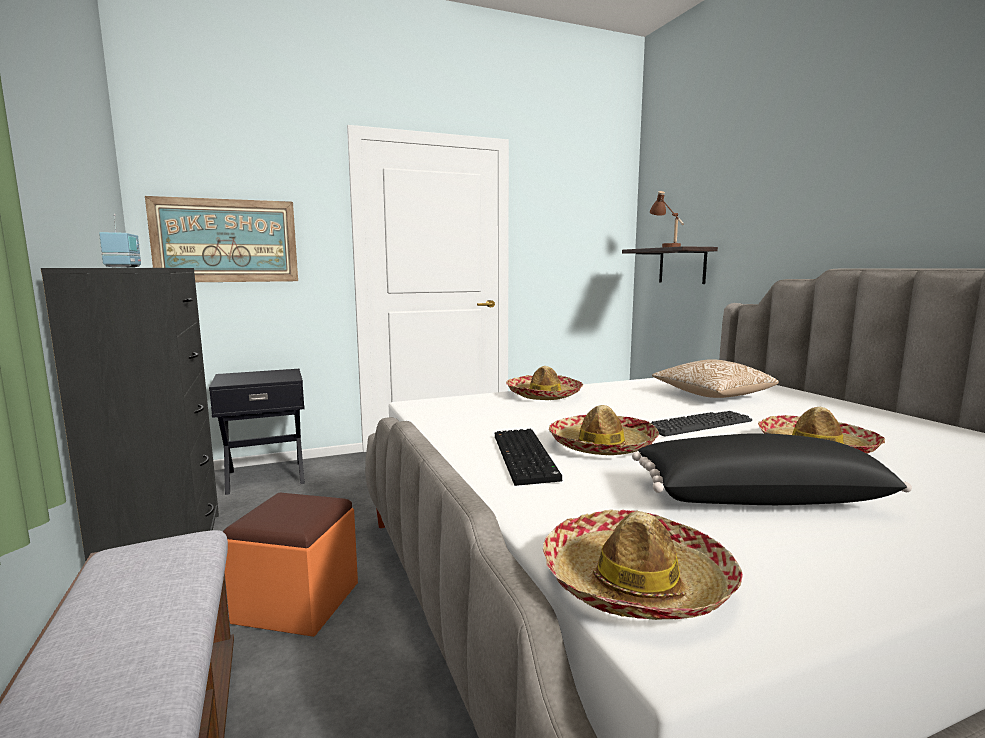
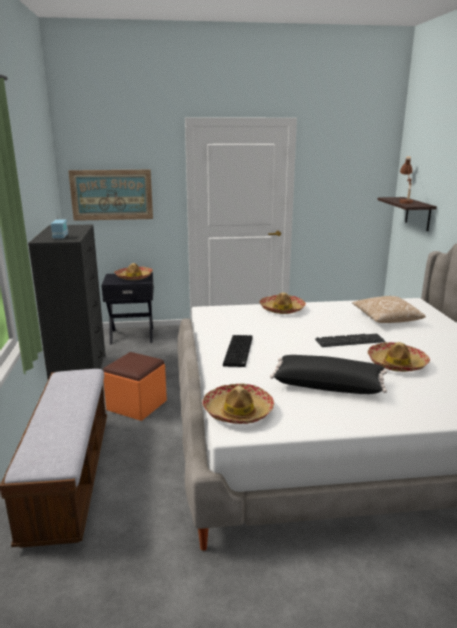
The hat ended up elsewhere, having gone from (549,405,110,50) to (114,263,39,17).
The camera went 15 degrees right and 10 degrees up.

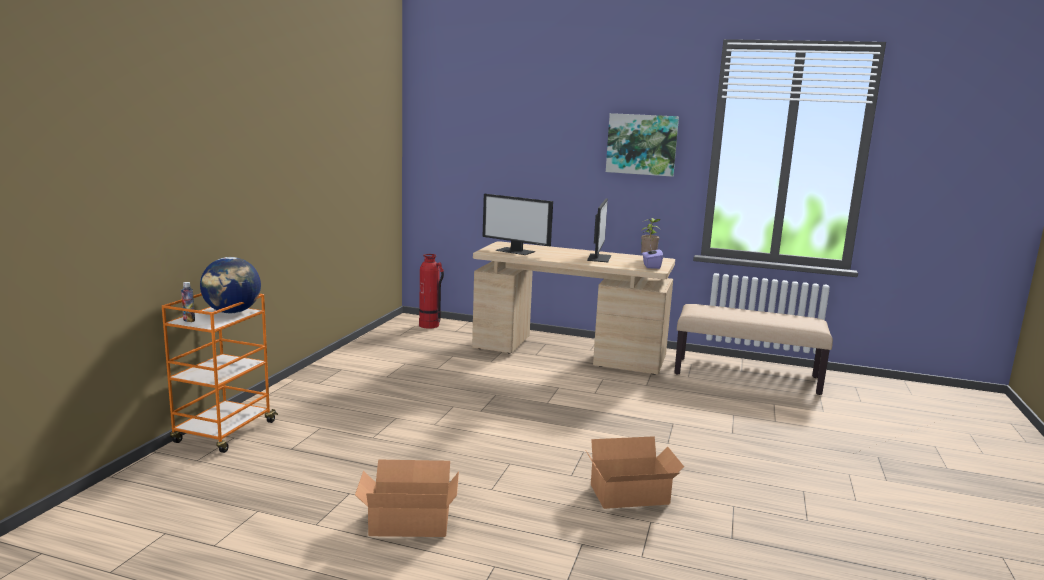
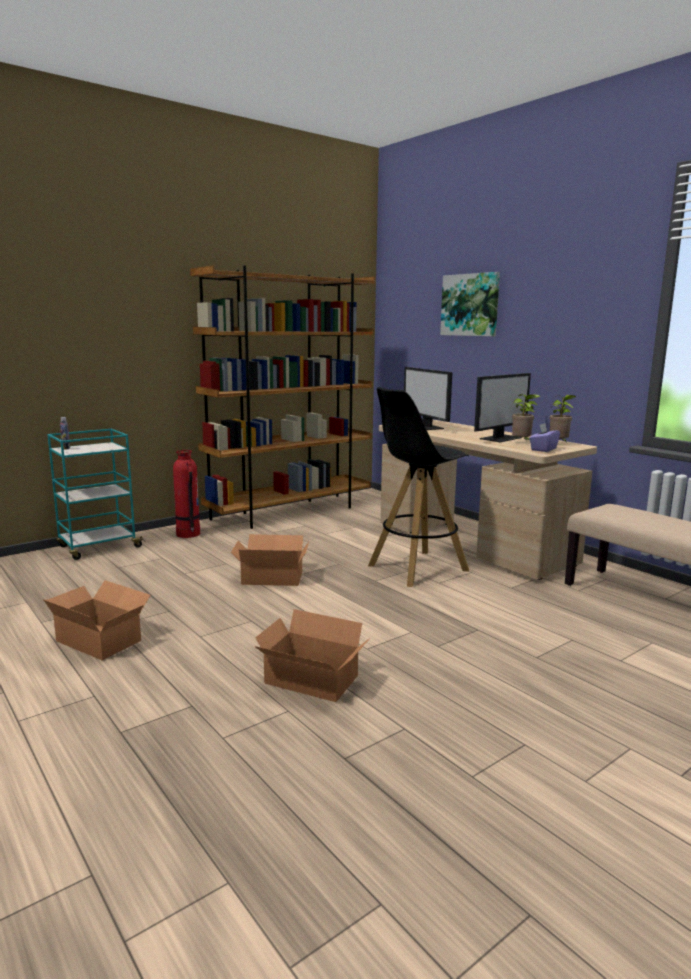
What was the orange cart at (162,293,116,160) turned into the turquoise cart at (47,429,98,131).
The second view lost the globe at (200,257,61,56).
The fire extinguisher ended up elsewhere, having gone from (419,254,25,75) to (173,450,27,88).
The picture ended up elsewhere, having gone from (606,113,73,64) to (440,272,60,64).
The second view gained the brown bookcase at (190,265,185,264).
The second view gained the cardboard box at (231,534,78,52).
The second view gained the black stool at (368,387,101,200).
The second view gained the potted plant at (512,394,28,46).
The camera went 35 degrees right and 0 degrees up.

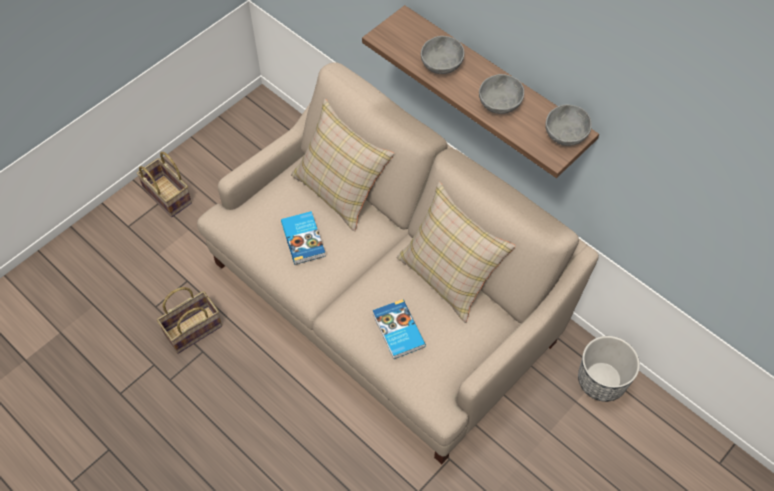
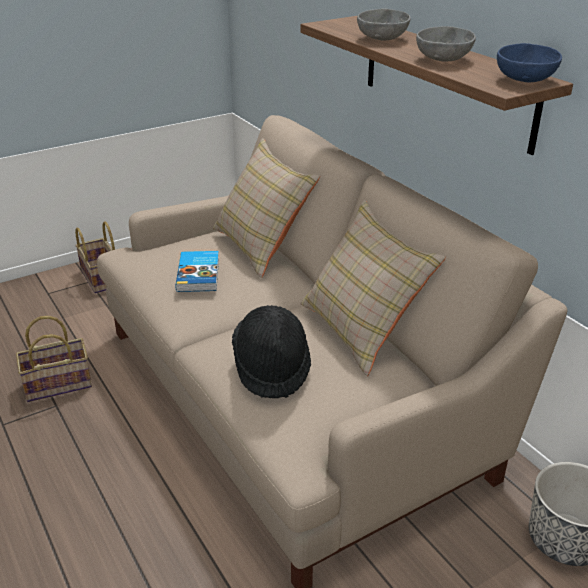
Where the book stood at (373,299,53,60), the black hat came to stand at (232,305,79,94).
What was the grey bowl at (545,104,47,42) turned into the blue bowl at (497,43,65,39).
The camera went 15 degrees right and 25 degrees down.

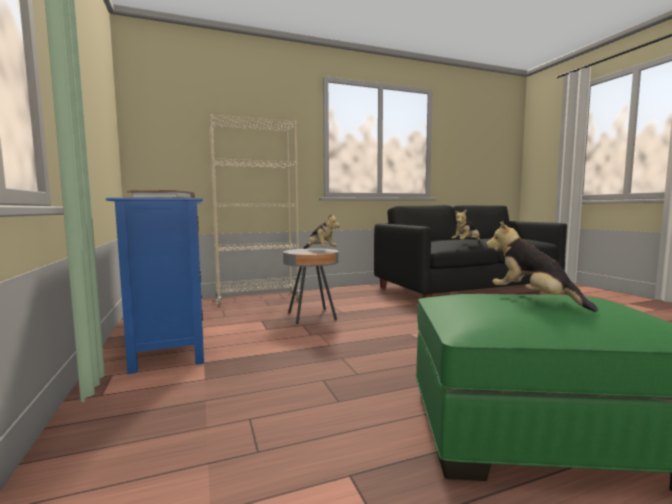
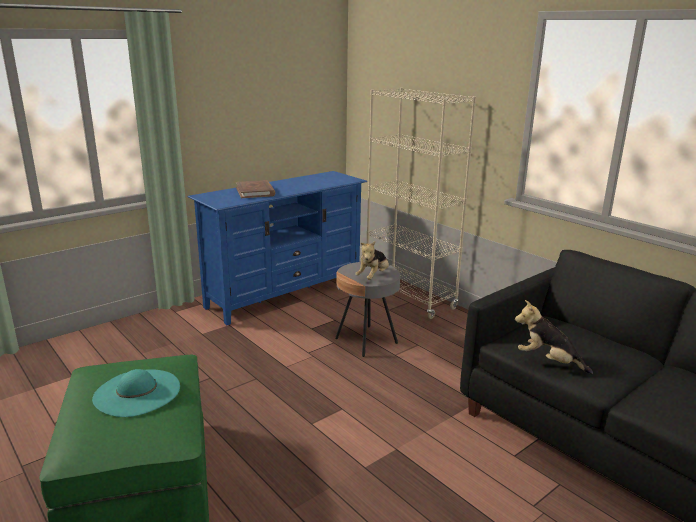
Where the plush toy stood at (486,221,112,91), the turquoise hat came to stand at (92,369,88,48).
The camera went 70 degrees right and 15 degrees up.

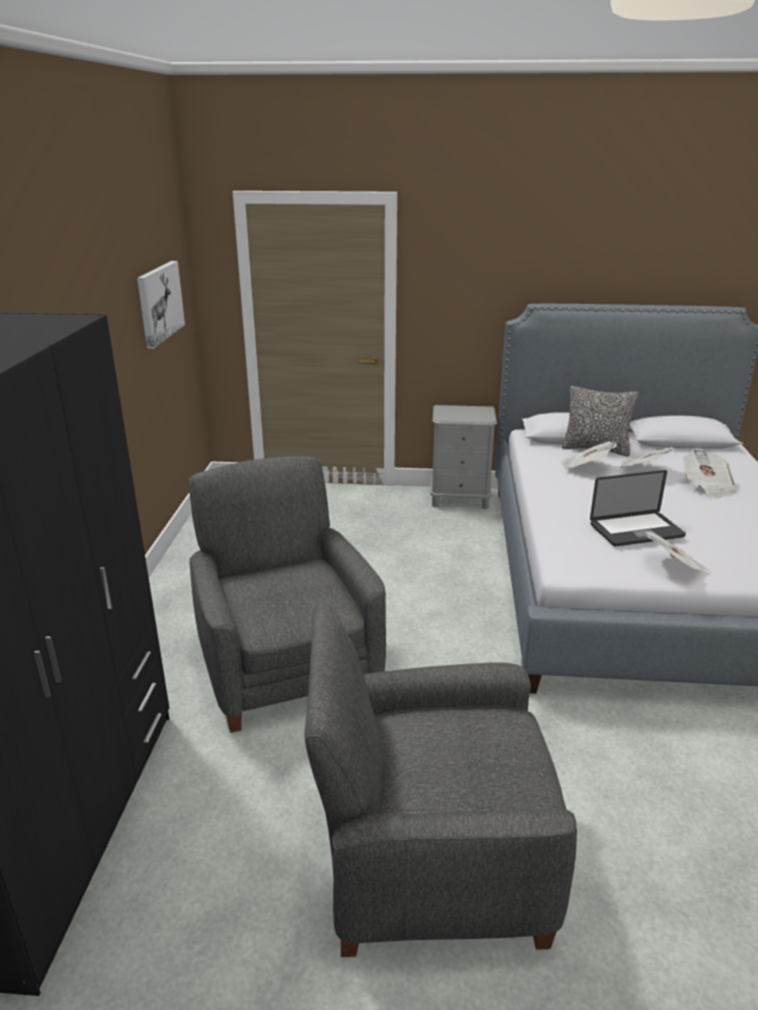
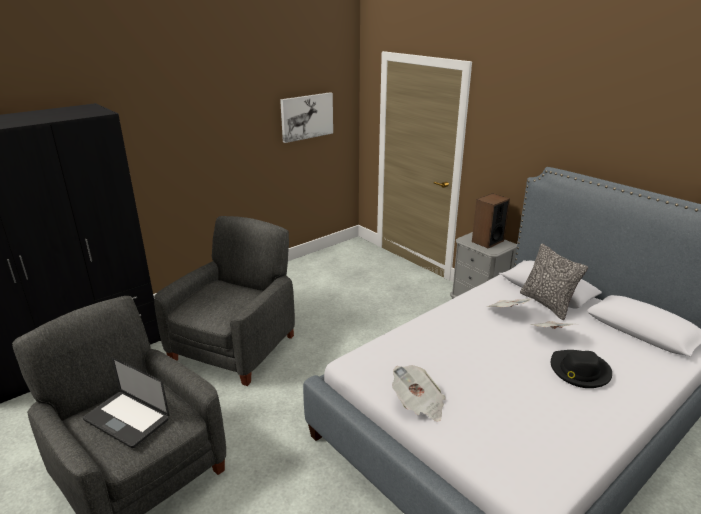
The laptop ended up elsewhere, having gone from (590,470,96,77) to (83,357,86,91).
Where the newspaper stood at (683,448,53,51), the black hat came to stand at (551,350,61,38).
The second view gained the speaker at (472,193,38,55).
The camera went 45 degrees right and 0 degrees up.

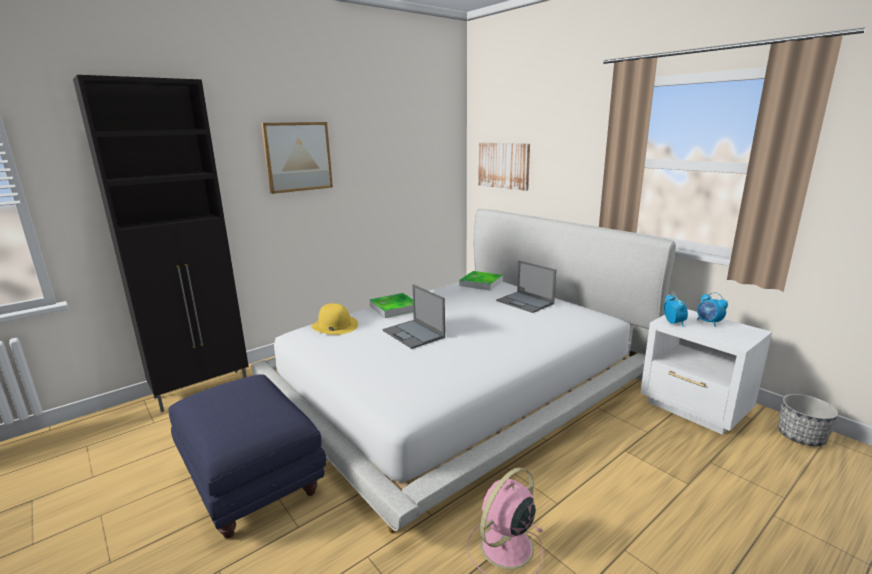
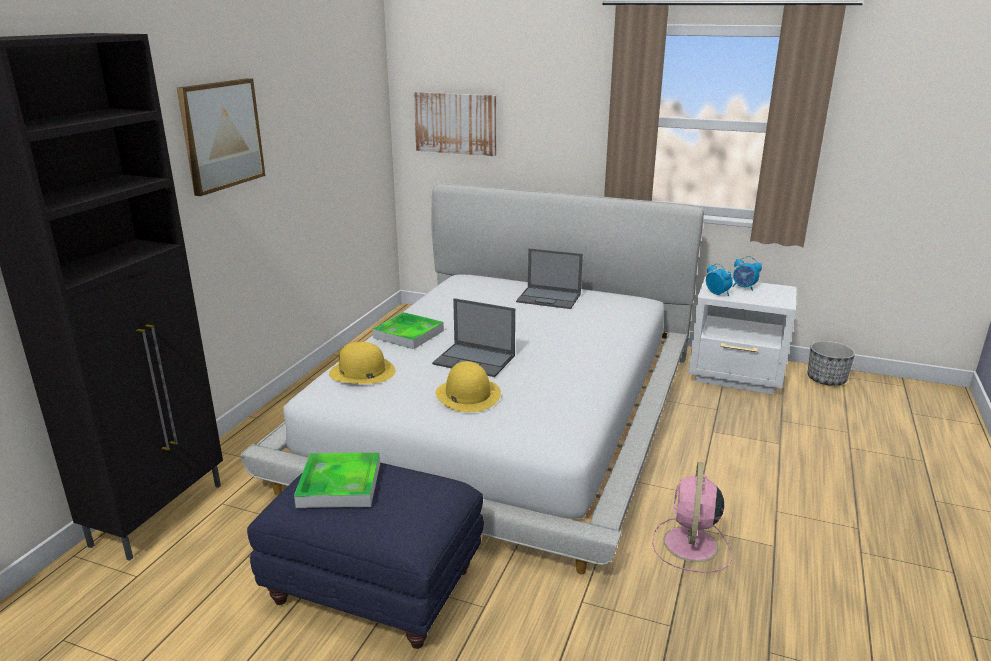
The tray ended up elsewhere, having gone from (460,271,43,20) to (294,453,86,55).
The second view gained the yellow hat at (436,361,65,51).
The camera went 30 degrees left and 5 degrees up.

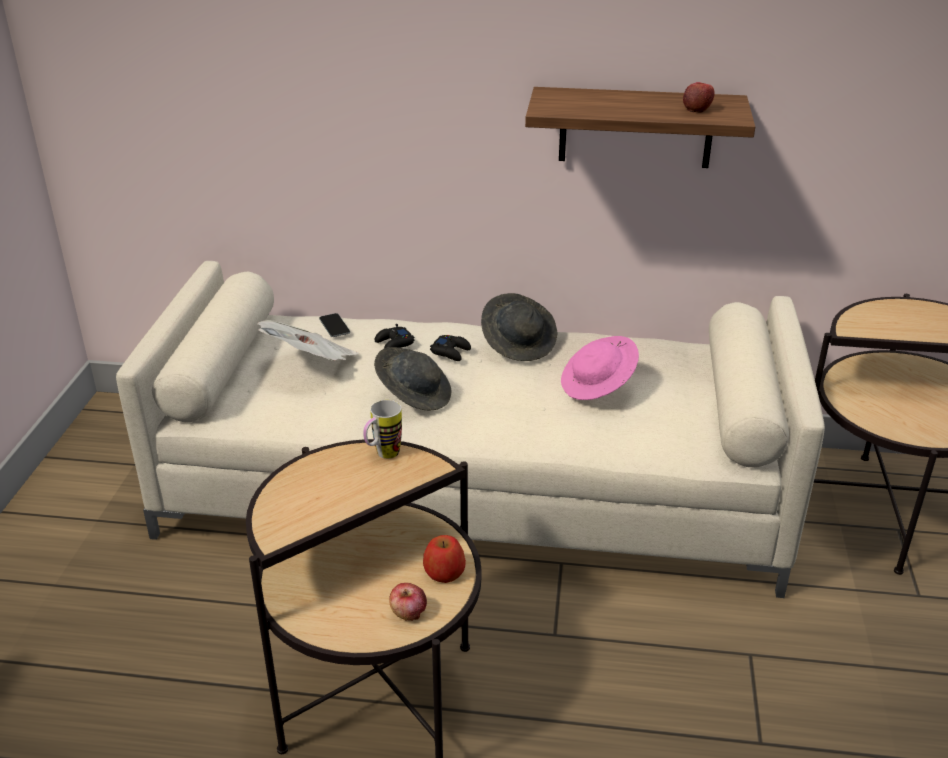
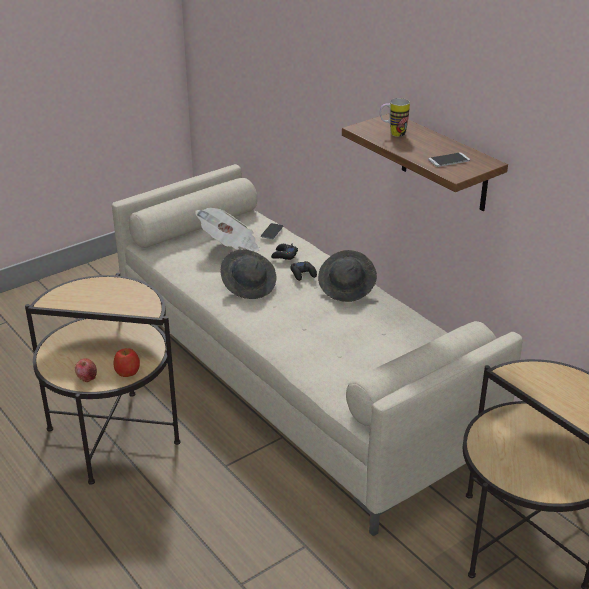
The mug ended up elsewhere, having gone from (363,400,39,59) to (380,98,30,39).
The second view lost the pink hat at (561,336,78,64).
Where the apple stood at (683,82,32,31), the phone came to stand at (428,153,42,14).
The camera went 45 degrees right and 0 degrees up.

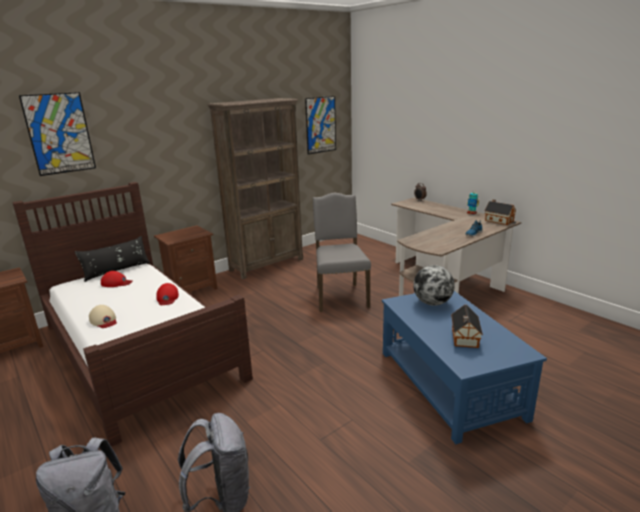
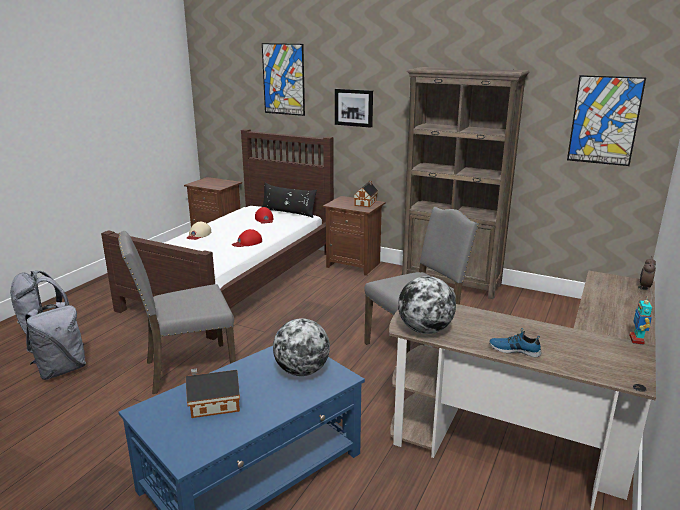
The toy house ended up elsewhere, having gone from (485,199,31,26) to (354,181,24,26).
The second view gained the grey chair at (118,231,118,163).
The second view gained the picture at (335,89,38,39).
The second view gained the globe at (398,276,58,58).
The camera went 65 degrees right and 0 degrees up.

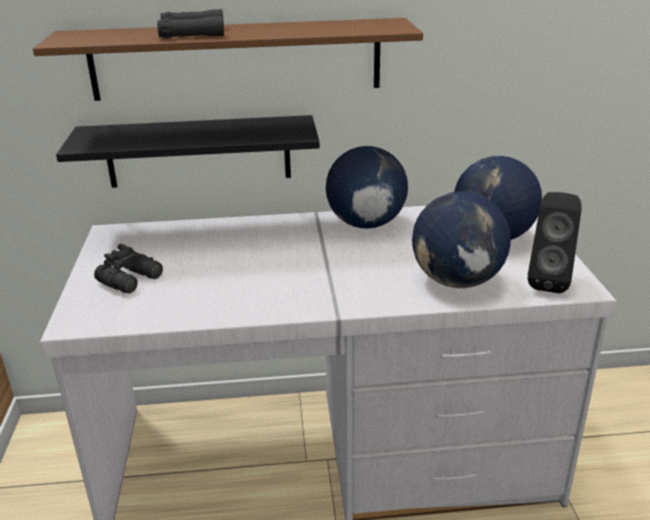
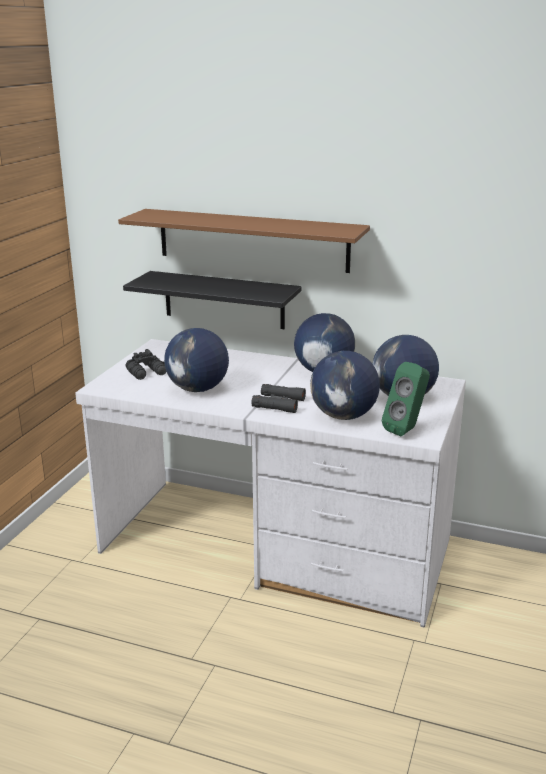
The black binoculars ended up elsewhere, having gone from (157,9,67,29) to (251,384,55,29).
What was the black speaker at (528,192,54,101) turned into the green speaker at (382,362,48,74).
The second view gained the globe at (164,328,65,64).
The camera went 25 degrees right and 5 degrees down.

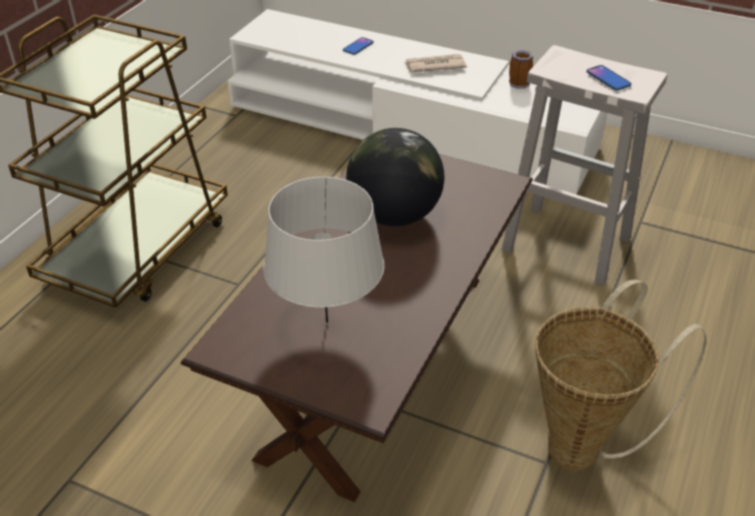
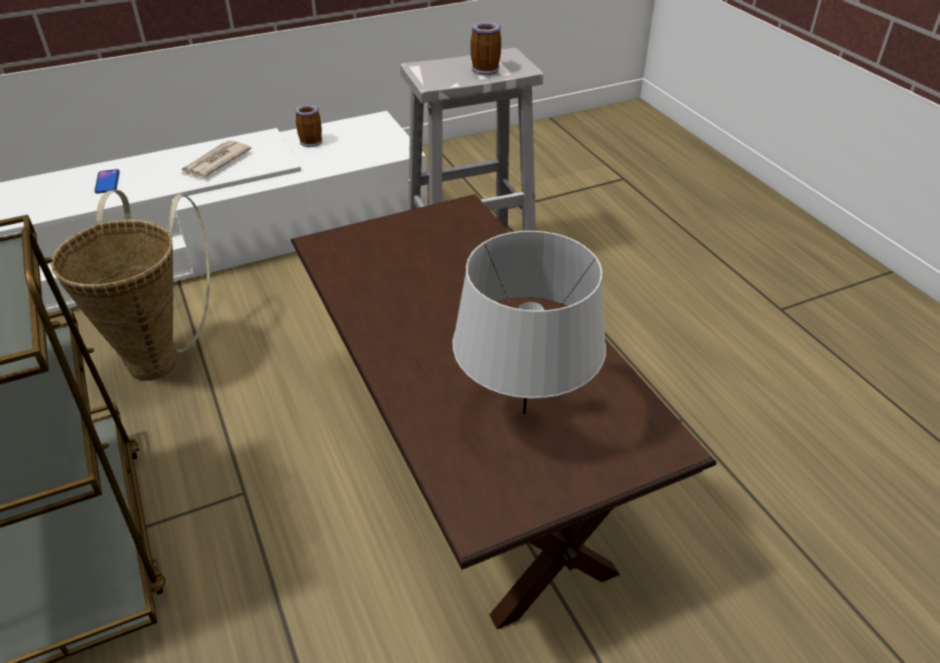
The second view lost the globe at (346,128,98,98).
The basket ended up elsewhere, having gone from (535,279,172,192) to (51,190,159,190).
Where the phone stood at (586,65,46,26), the mug came to stand at (471,21,30,54).
The camera went 50 degrees left and 0 degrees up.

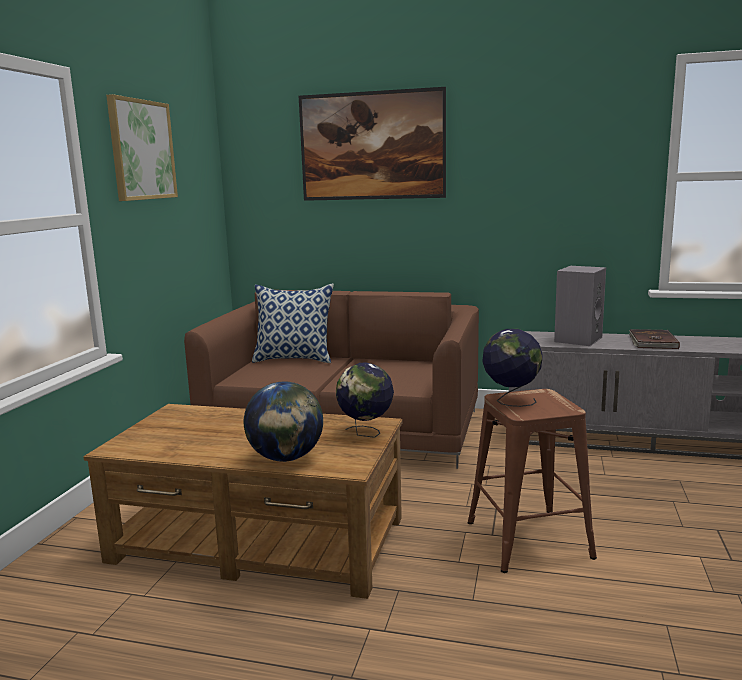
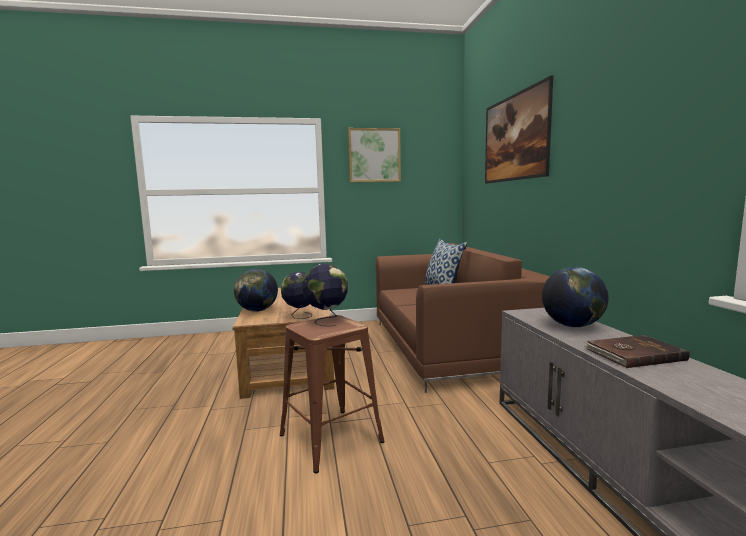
Where the grey speaker stood at (554,266,52,80), the globe came to stand at (542,267,67,60).
The camera went 65 degrees right and 5 degrees down.

